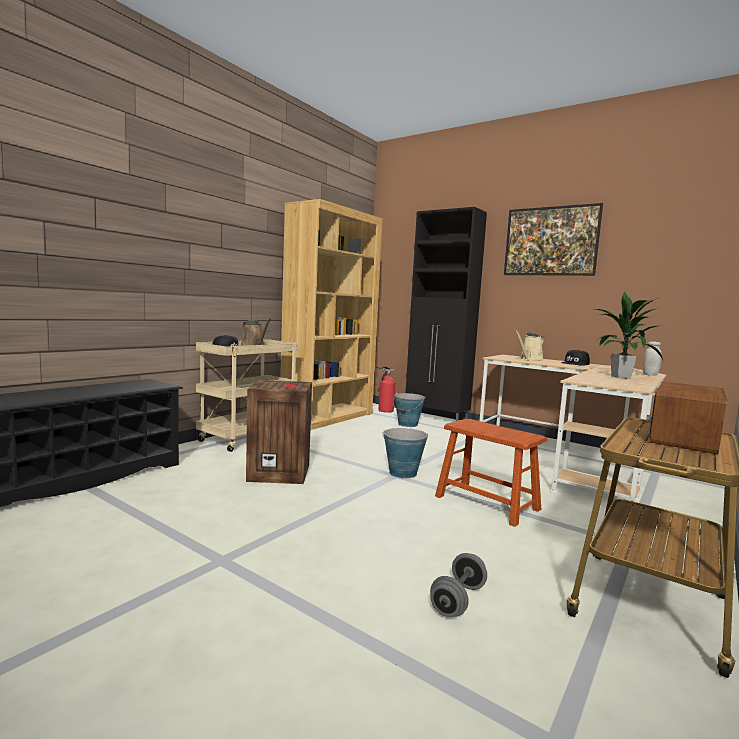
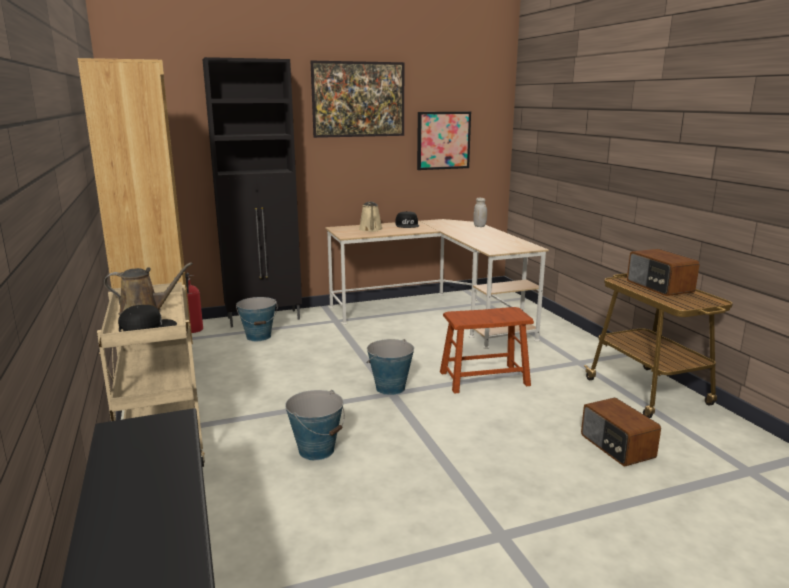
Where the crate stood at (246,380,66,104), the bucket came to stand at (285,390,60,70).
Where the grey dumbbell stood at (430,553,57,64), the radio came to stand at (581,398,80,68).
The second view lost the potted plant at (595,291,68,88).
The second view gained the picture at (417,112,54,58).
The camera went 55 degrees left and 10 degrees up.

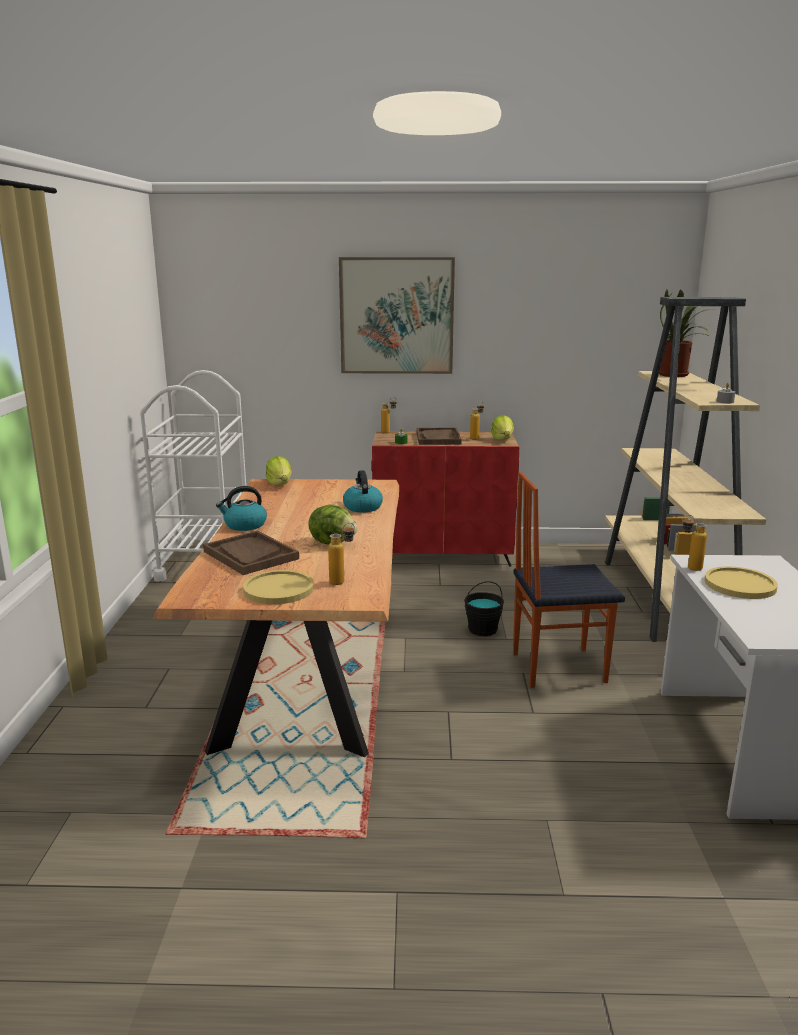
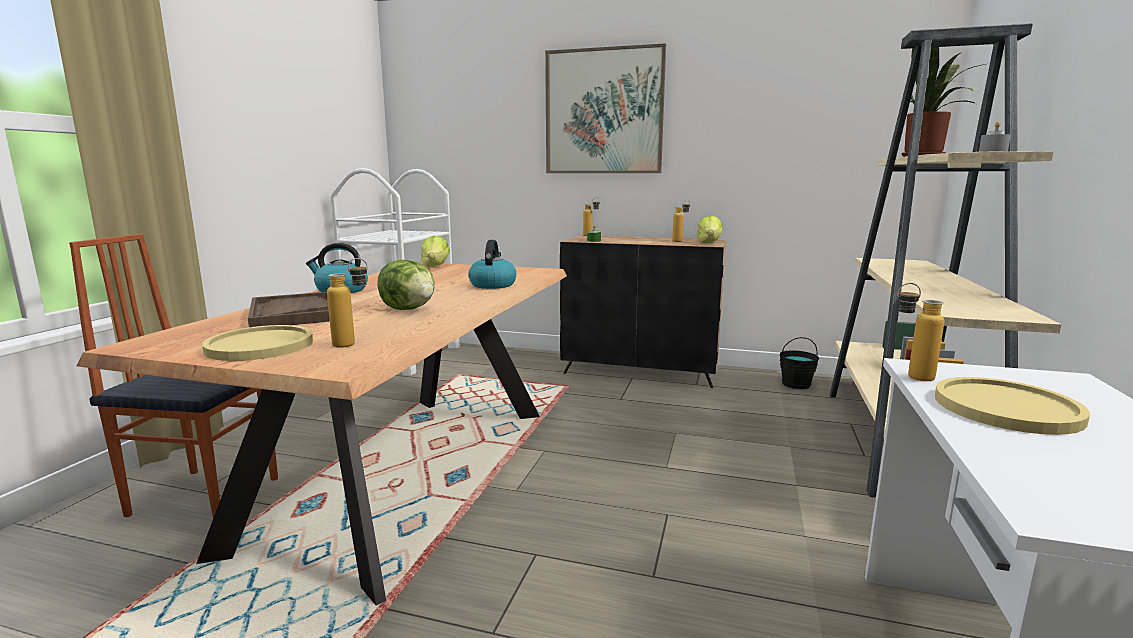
What was the red cabinet at (371,431,148,135) turned into the black cabinet at (560,235,166,153).
The second view lost the brown tray at (416,428,46,17).
The black bucket ended up elsewhere, having gone from (464,581,40,55) to (779,337,40,52).
The chair ended up elsewhere, having gone from (513,472,112,216) to (69,234,209,284).
The camera went 15 degrees right and 5 degrees down.

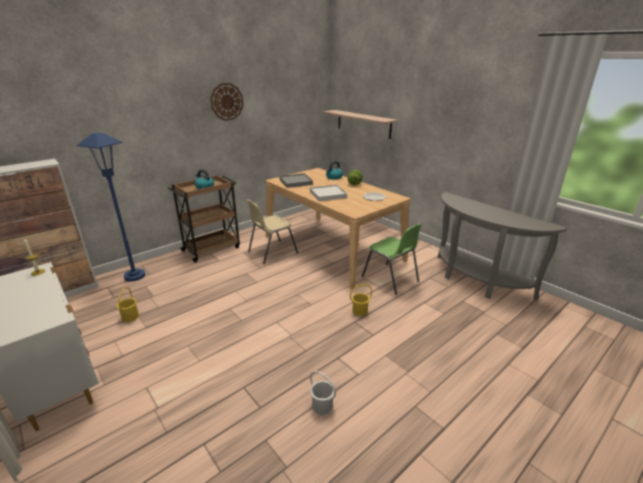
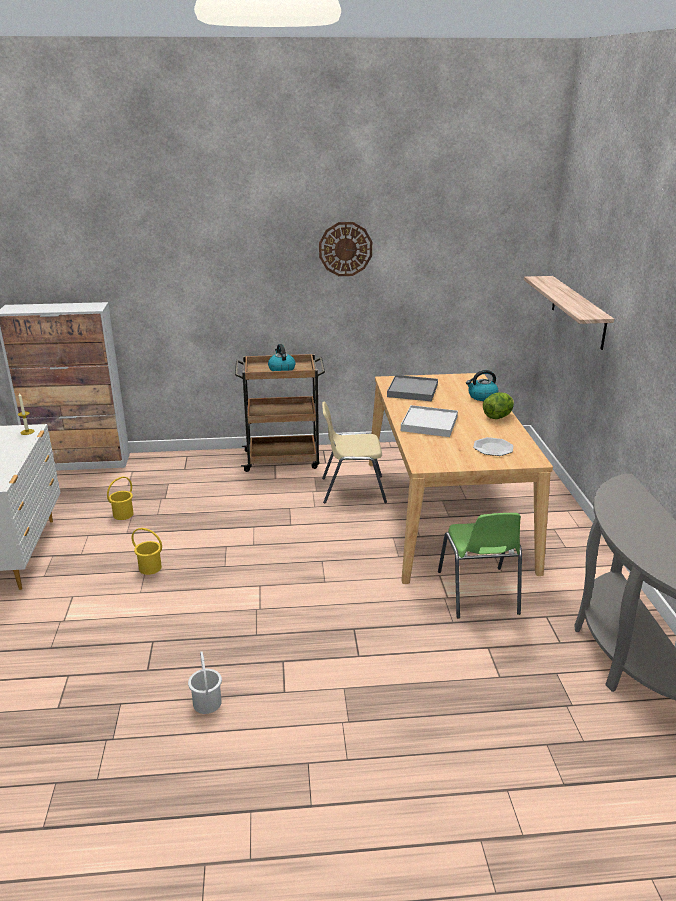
The second view lost the blue floor lamp at (77,133,68,149).
The yellow bucket ended up elsewhere, having gone from (350,284,22,32) to (132,528,30,47).
The camera went 35 degrees right and 0 degrees up.

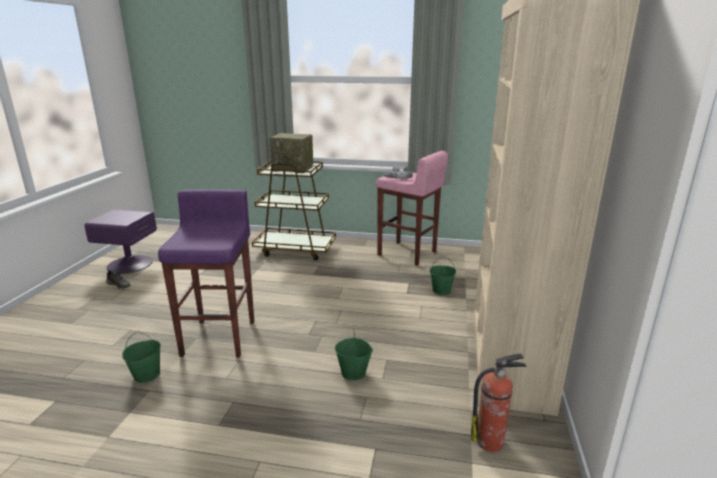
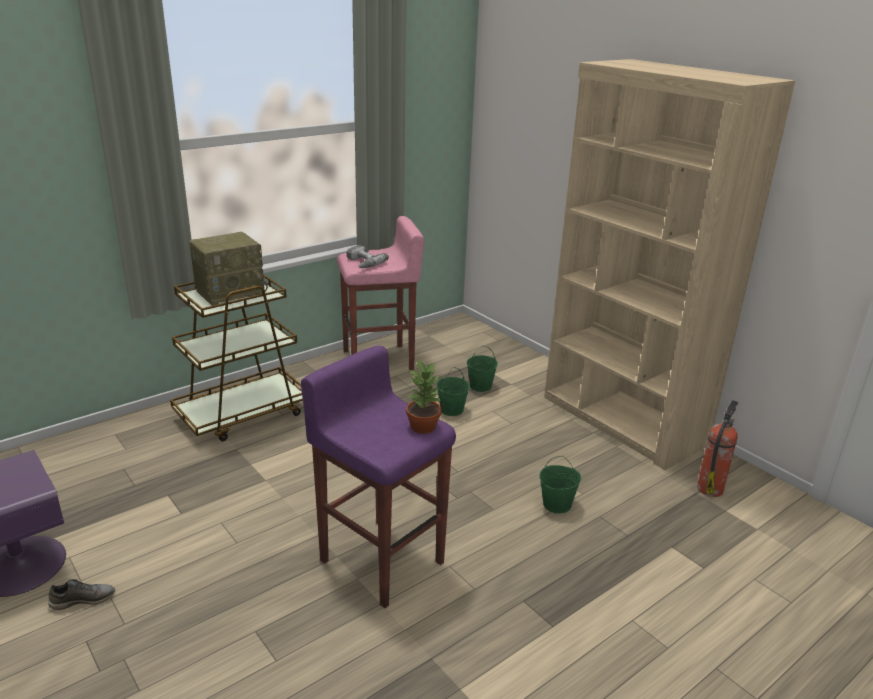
The green bucket ended up elsewhere, having gone from (122,332,39,51) to (436,367,34,49).
The second view gained the potted plant at (406,360,36,74).
The camera went 50 degrees left and 5 degrees up.

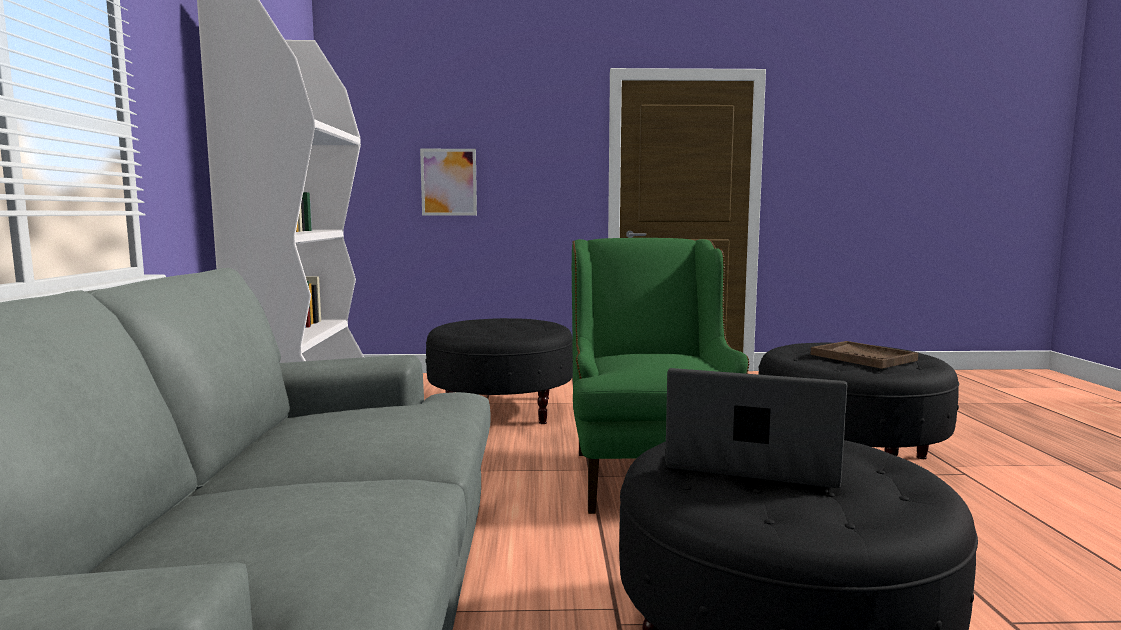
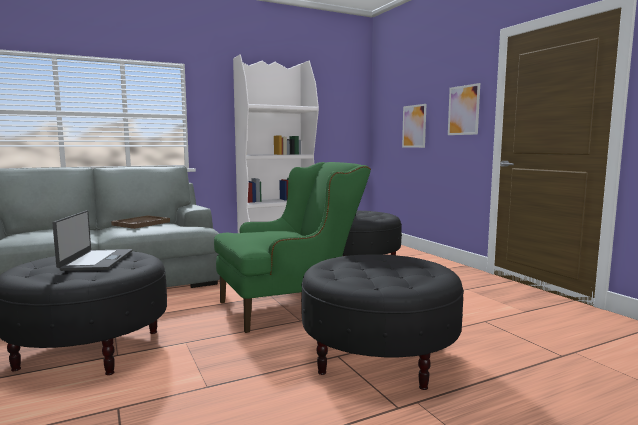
The brown tray ended up elsewhere, having gone from (811,341,107,28) to (111,215,59,14).
The second view gained the picture at (448,83,32,52).
The camera went 65 degrees right and 0 degrees up.

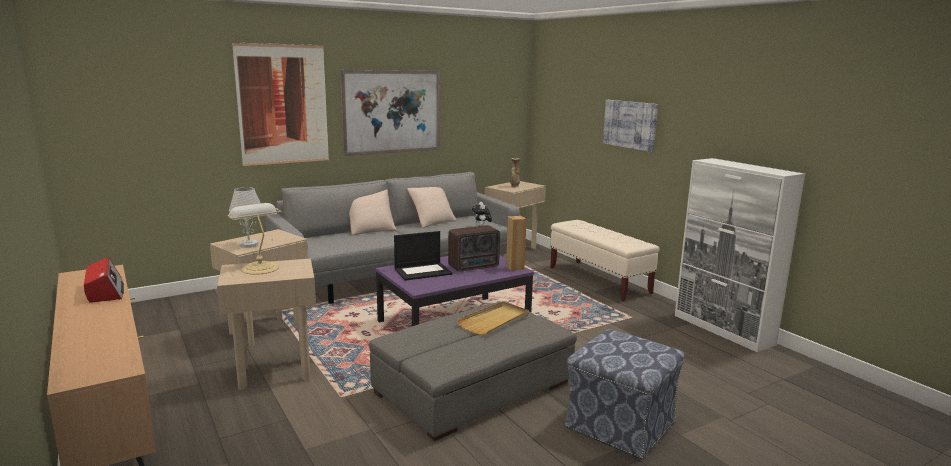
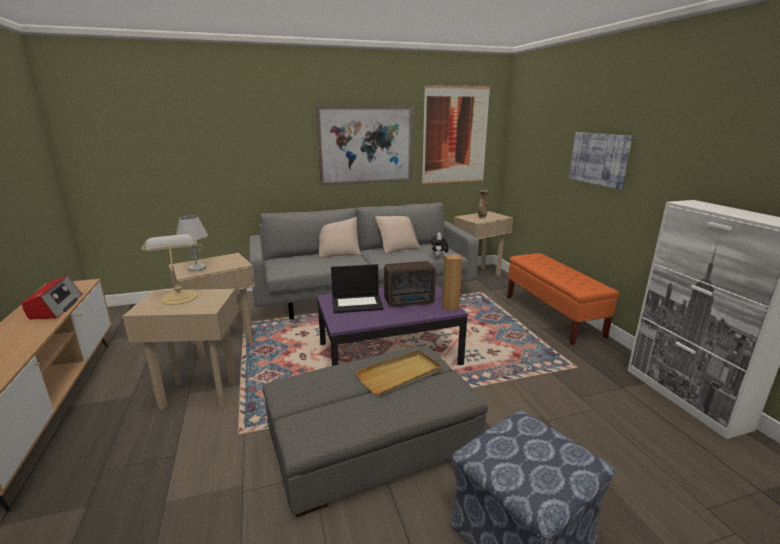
The picture ended up elsewhere, having gone from (232,43,97,123) to (422,85,68,99).
What was the beige bench at (550,220,110,81) turned into the orange bench at (507,253,112,92).
The camera went 15 degrees right and 5 degrees up.

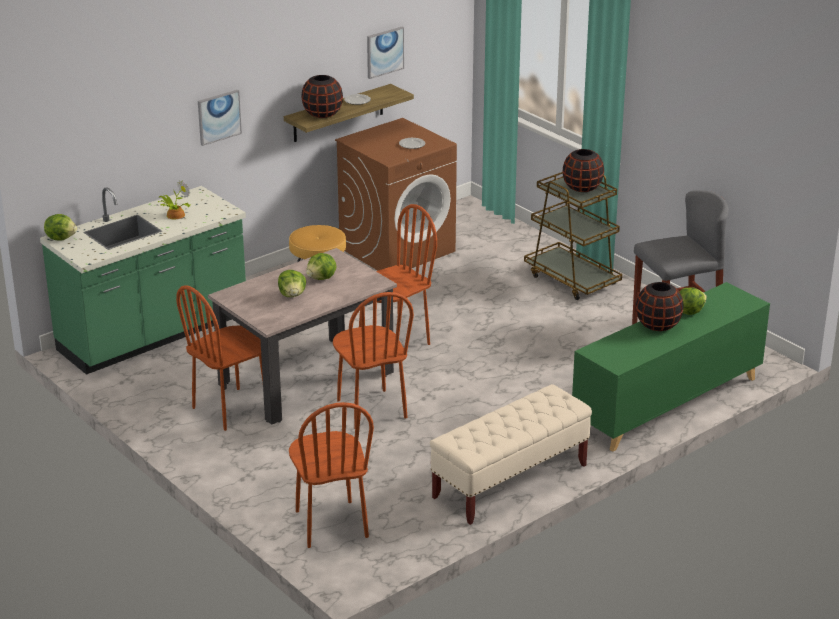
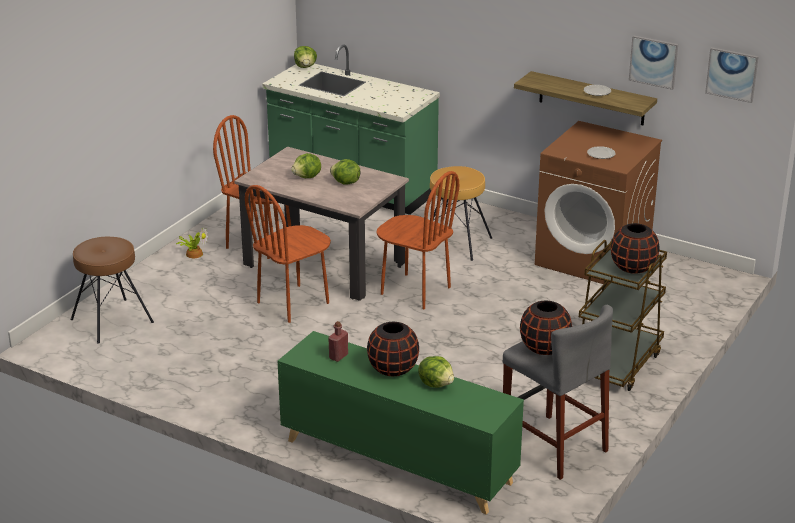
The potted plant ended up elsewhere, having gone from (158,181,32,38) to (176,227,32,31).
The picture ended up elsewhere, having gone from (198,90,44,56) to (705,47,54,56).
Where the brown chair stood at (289,402,85,146), the brown stool came to stand at (71,237,83,107).
The black vase ended up elsewhere, having gone from (301,75,42,43) to (520,301,52,54).
The second view lost the beige bench at (430,384,162,141).
The second view gained the red bottle at (328,321,20,41).
The camera went 70 degrees right and 0 degrees up.

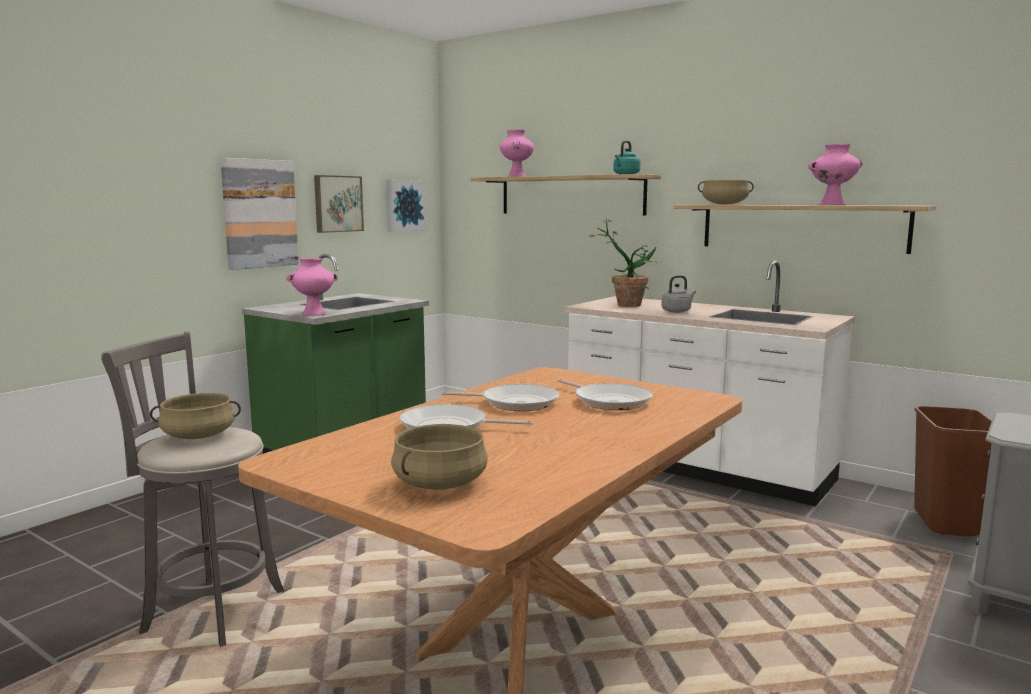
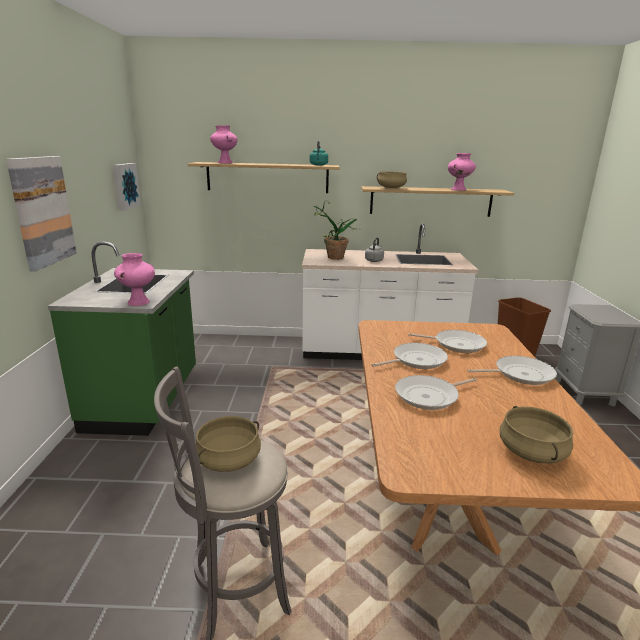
The second view lost the picture at (314,175,50,58).
The second view gained the frying pan at (467,356,90,29).
The camera went 35 degrees left and 10 degrees up.

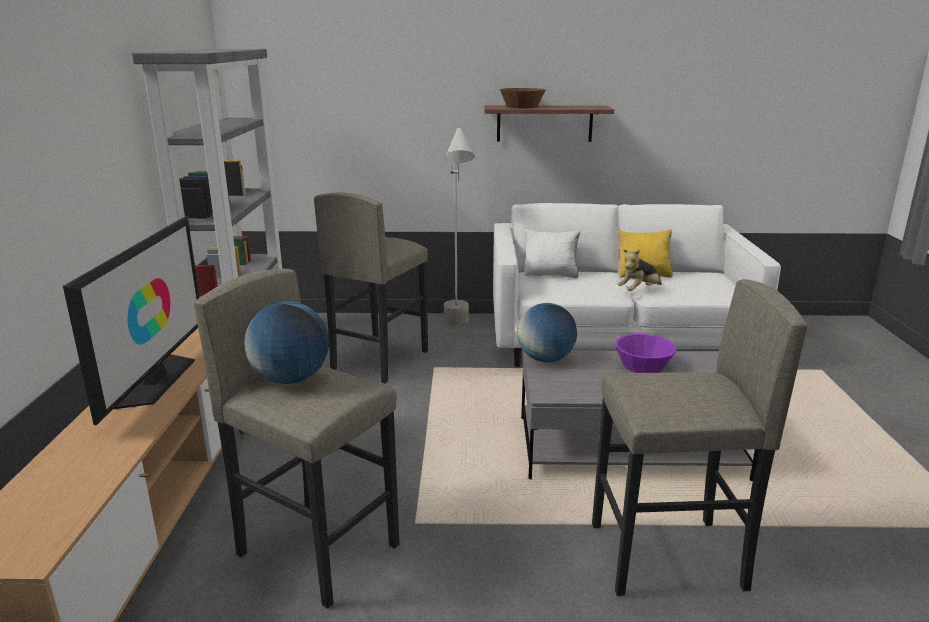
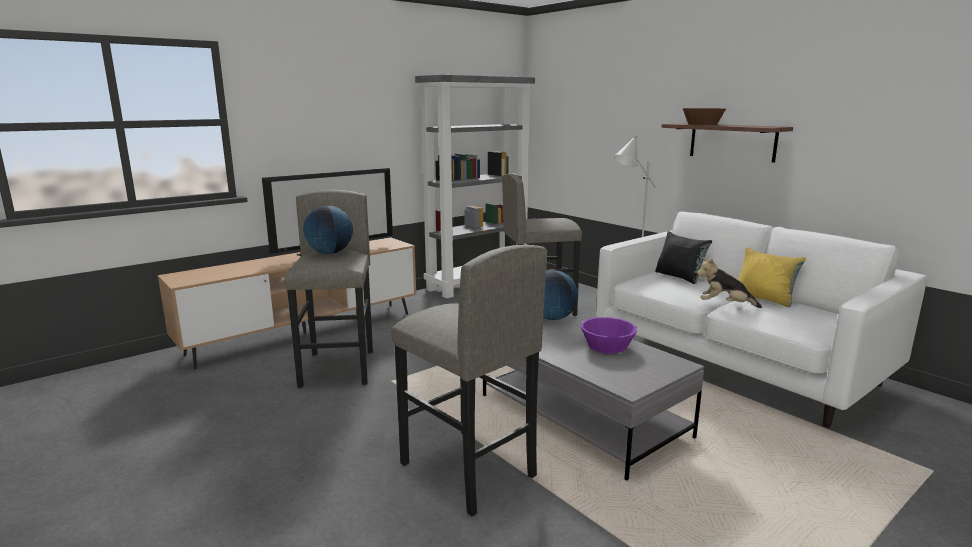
What was the white pillow at (524,229,56,49) turned into the black pillow at (655,231,57,53).
The camera went 50 degrees right and 5 degrees down.

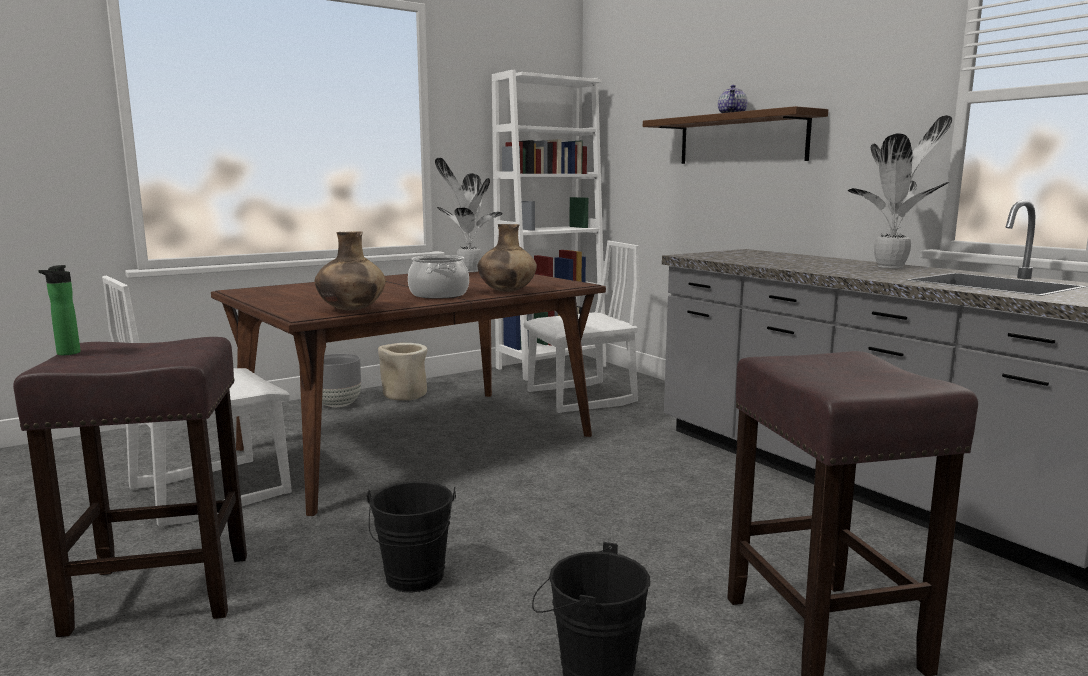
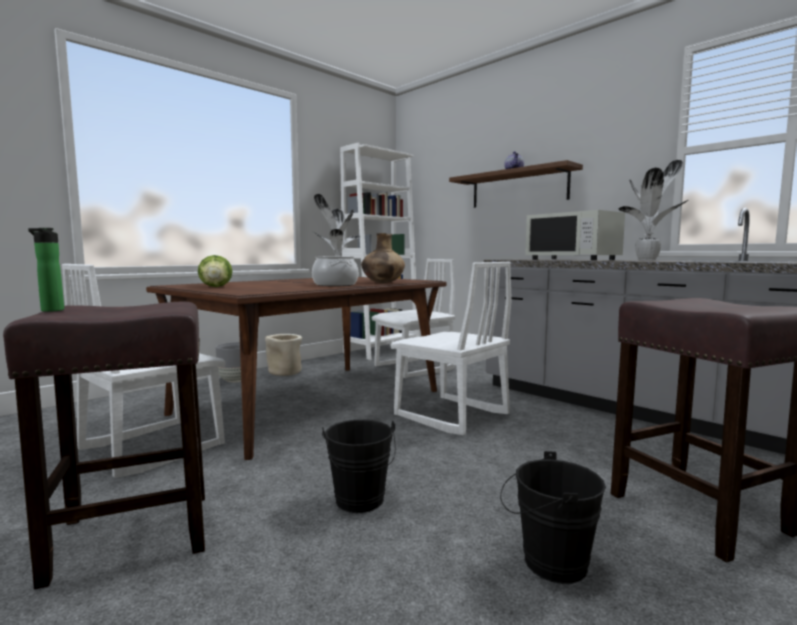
The second view lost the brown vase at (315,231,71,80).
The second view gained the lettuce at (198,255,34,32).
The second view gained the white chair at (390,262,122,173).
The second view gained the white microwave at (525,210,100,50).
The camera went 10 degrees left and 5 degrees down.

